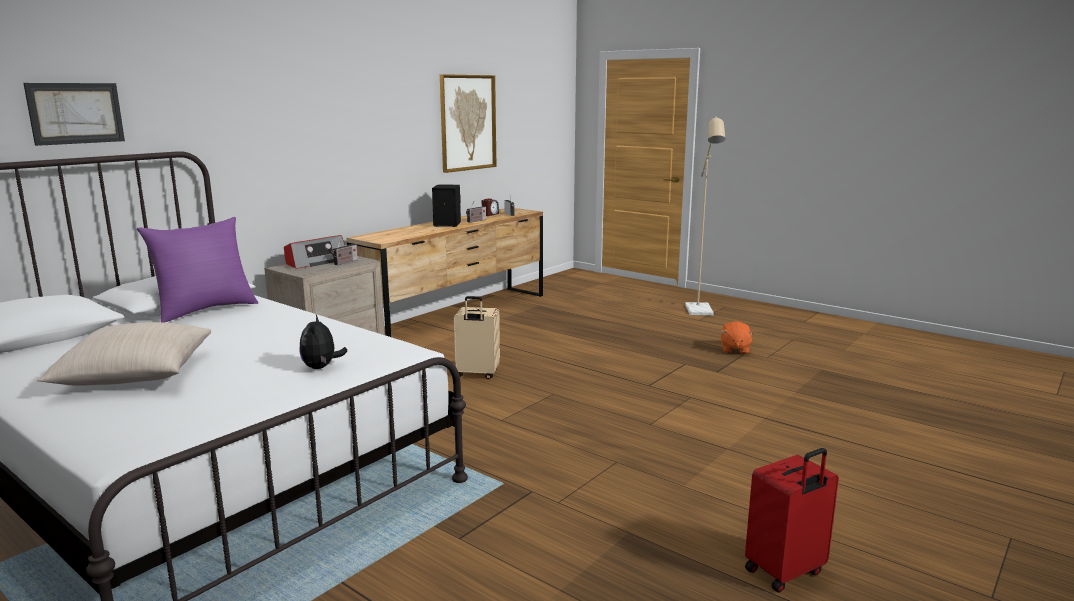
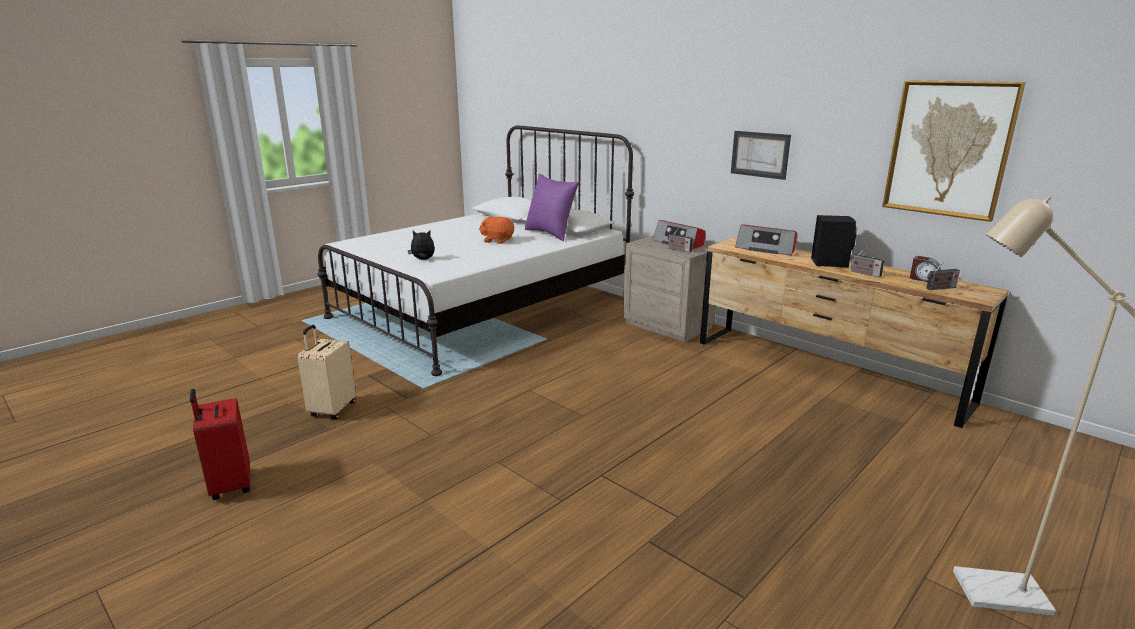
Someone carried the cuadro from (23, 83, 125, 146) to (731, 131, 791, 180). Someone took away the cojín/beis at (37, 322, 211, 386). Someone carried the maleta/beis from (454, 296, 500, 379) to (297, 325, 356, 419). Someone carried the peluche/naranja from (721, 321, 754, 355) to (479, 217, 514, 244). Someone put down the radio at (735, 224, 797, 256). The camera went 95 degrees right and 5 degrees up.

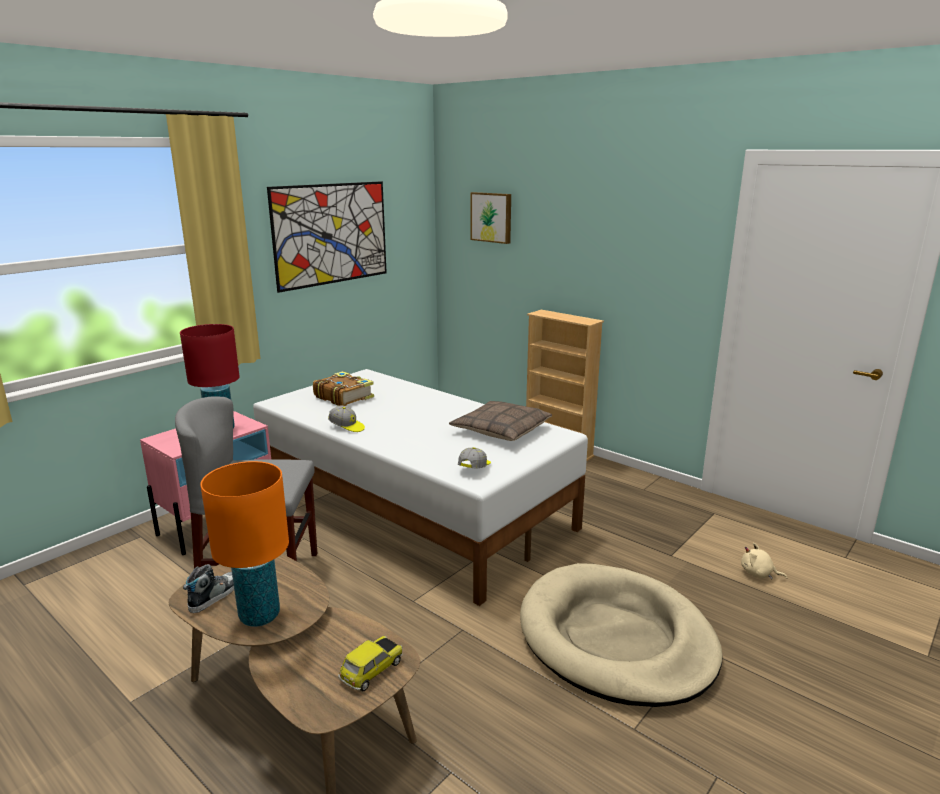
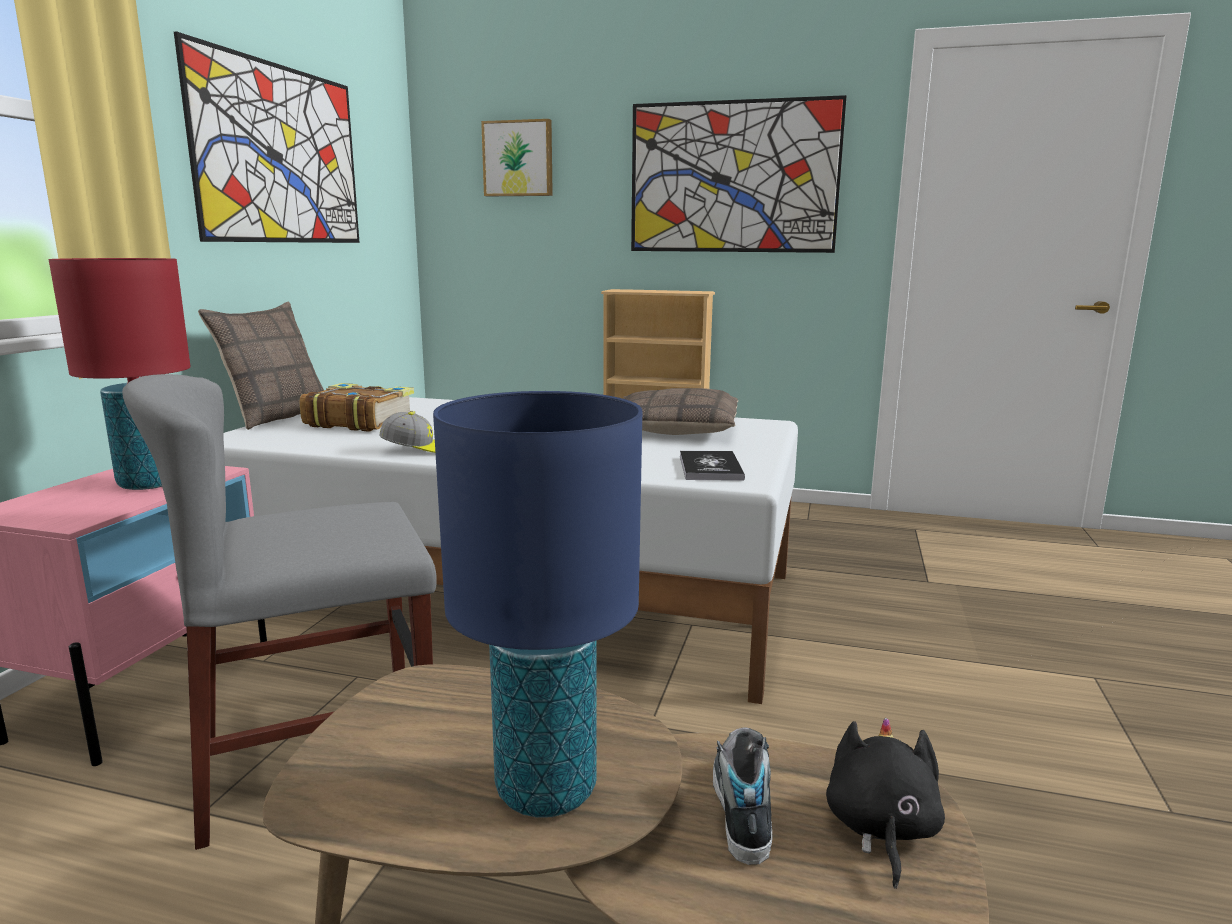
Someone carried the zapato from (183, 564, 234, 613) to (713, 727, 772, 865). Someone repainted the lámpara de mesa/naranja at (200, 461, 289, 627), which became the lámpara de mesa/azul at (433, 391, 642, 818). Someone swapped the coche de juguete at (338, 636, 403, 691) for the peluche/negro at (826, 718, 945, 889). Someone swapped the gorra at (458, 447, 491, 469) for the libro at (680, 451, 745, 481). Someone took away the cama para perro/beis at (520, 563, 723, 707). Someone took away the peluche/beis at (741, 543, 787, 580). Someone put down the cojín at (198, 302, 324, 430). Someone put up the cuadro at (631, 95, 847, 253). The camera went 25 degrees left and 5 degrees down.

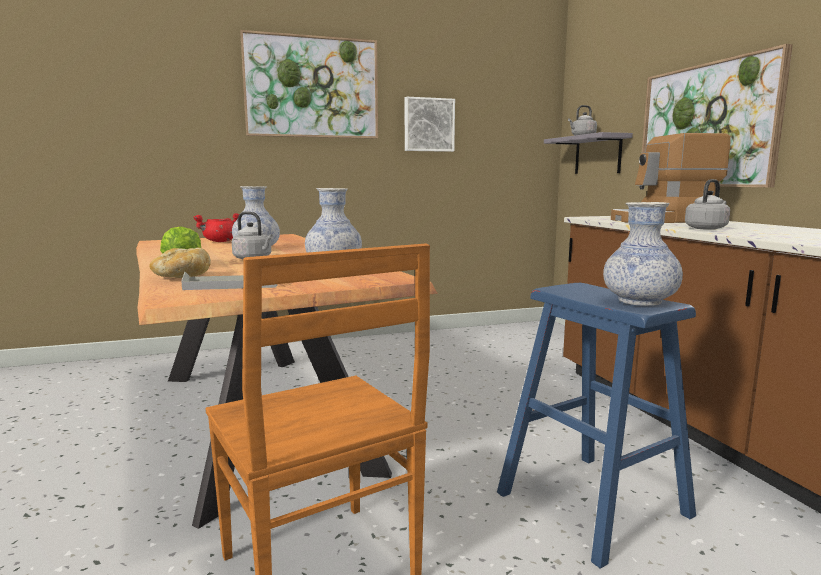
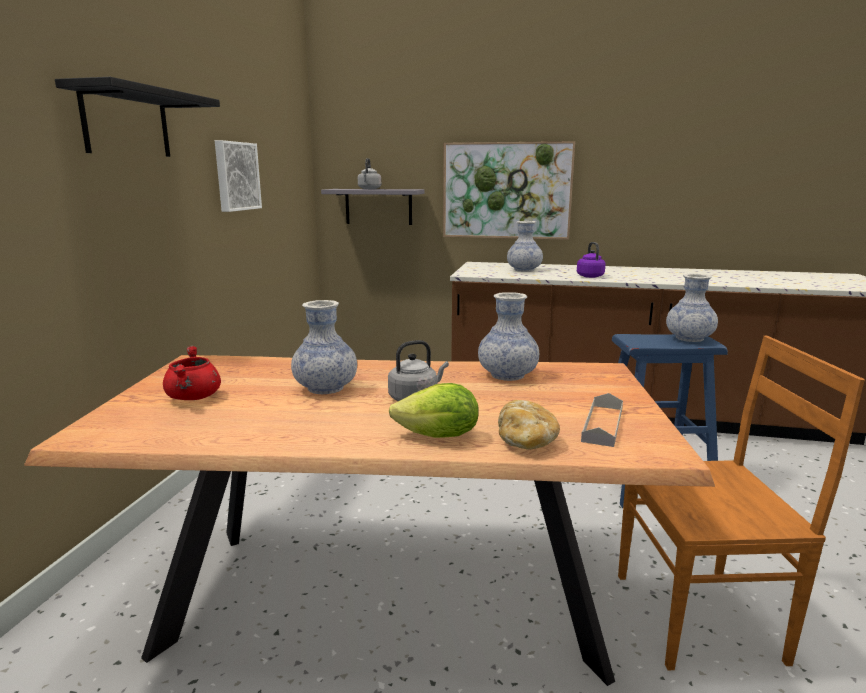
Someone swapped the cuadro at (240, 30, 378, 139) for the estante/negro at (55, 77, 220, 157). Someone swapped the cafetera at (611, 133, 731, 223) for the florero at (507, 221, 543, 272). Someone repainted the hervidor/gris at (685, 179, 730, 230), which became the hervidor/morado at (577, 242, 605, 278). The camera went 60 degrees left and 5 degrees up.

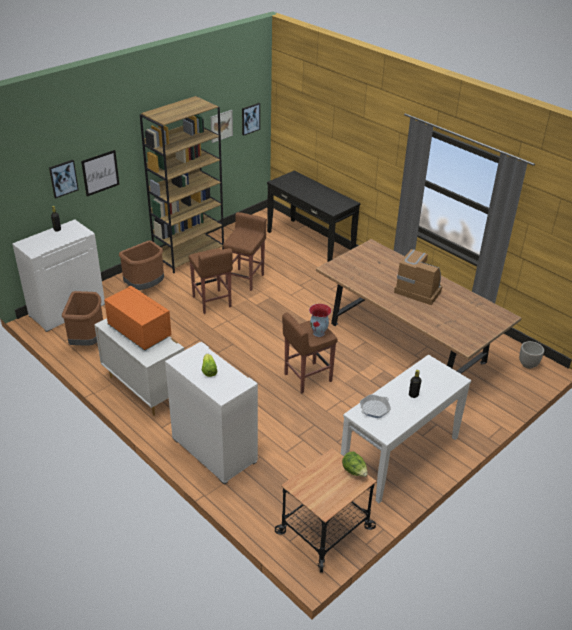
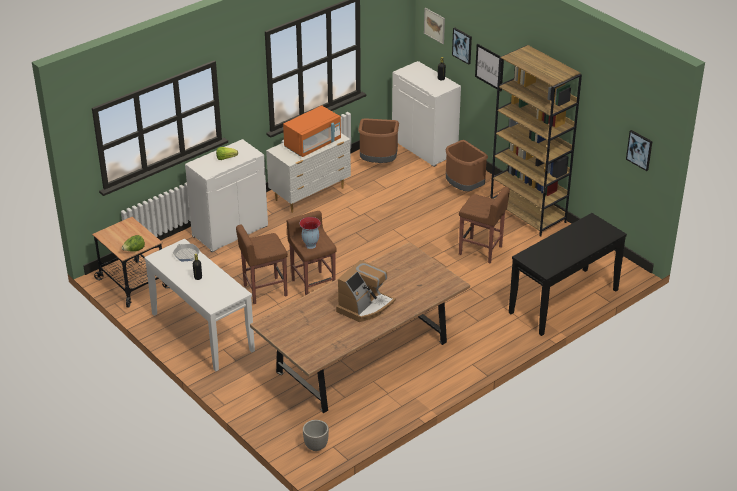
Someone carried the taburete/marrón from (189, 248, 233, 314) to (236, 225, 288, 304). Someone carried the cuadro from (211, 110, 233, 143) to (424, 8, 445, 44). The camera went 95 degrees right and 0 degrees up.

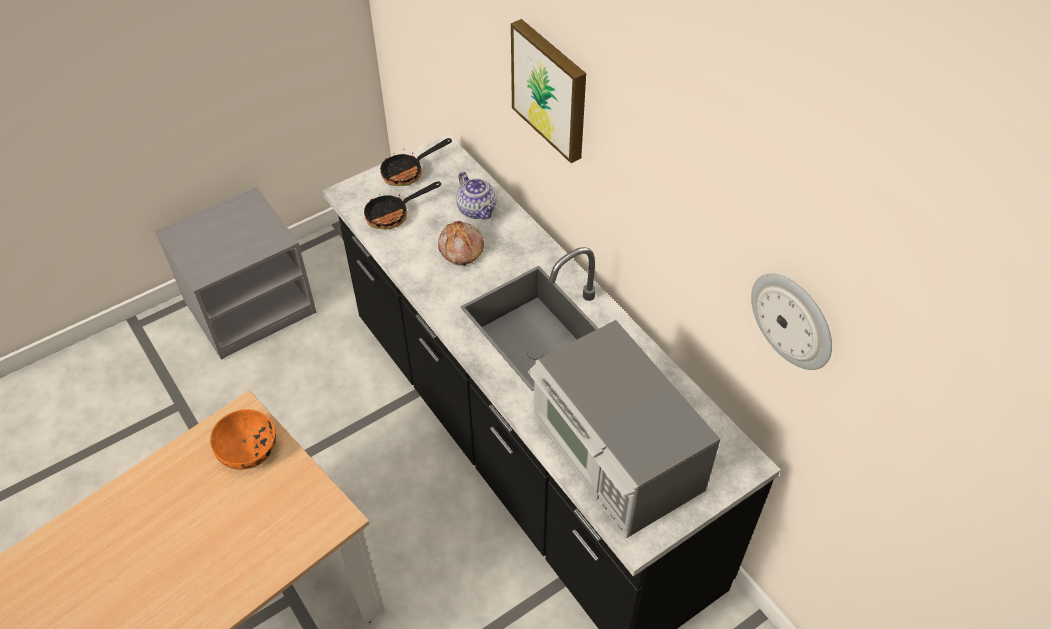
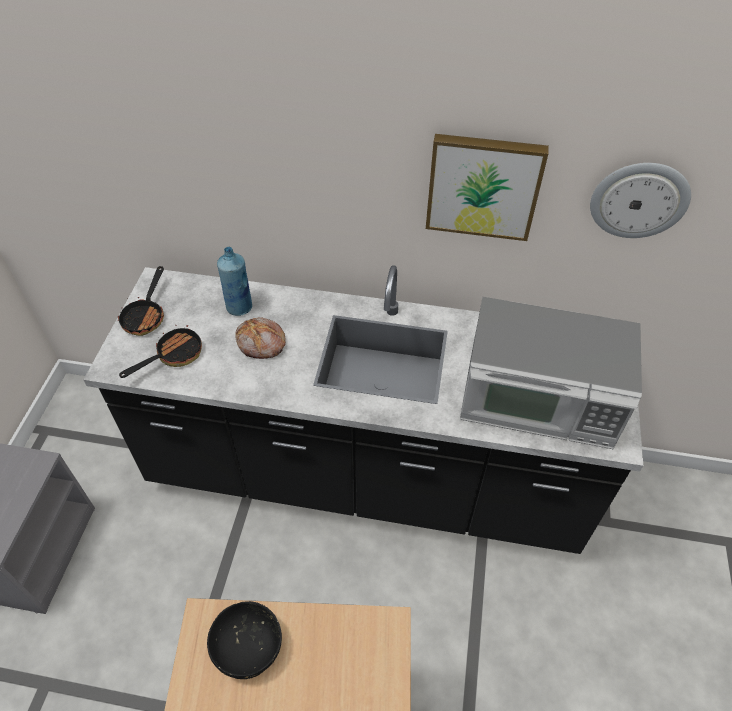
Someone repainted the cuenco/naranja at (210, 409, 276, 470), which became the cuenco/negro at (207, 601, 282, 679). Someone rotated the sartén at (364, 181, 441, 229) by 150 degrees counterclockwise. Someone swapped the tetera at (456, 172, 496, 219) for the botella/azul at (217, 247, 252, 316). Someone carried the cuadro from (511, 19, 586, 163) to (426, 134, 549, 241). The camera went 45 degrees left and 0 degrees up.

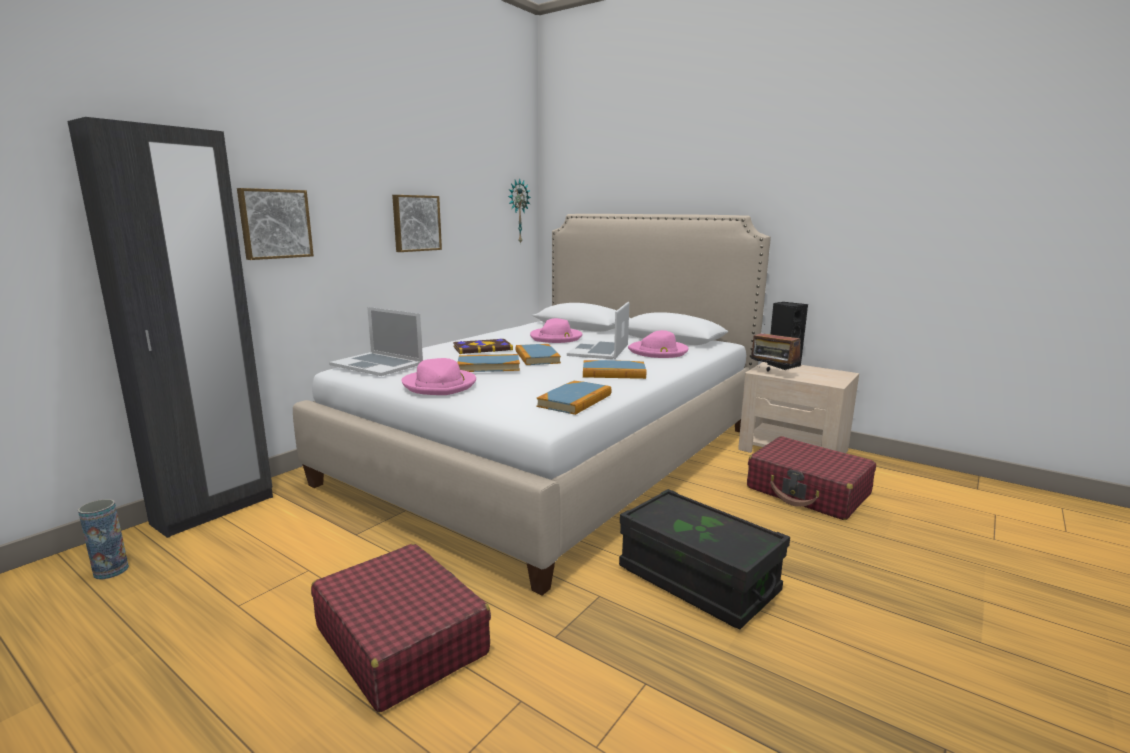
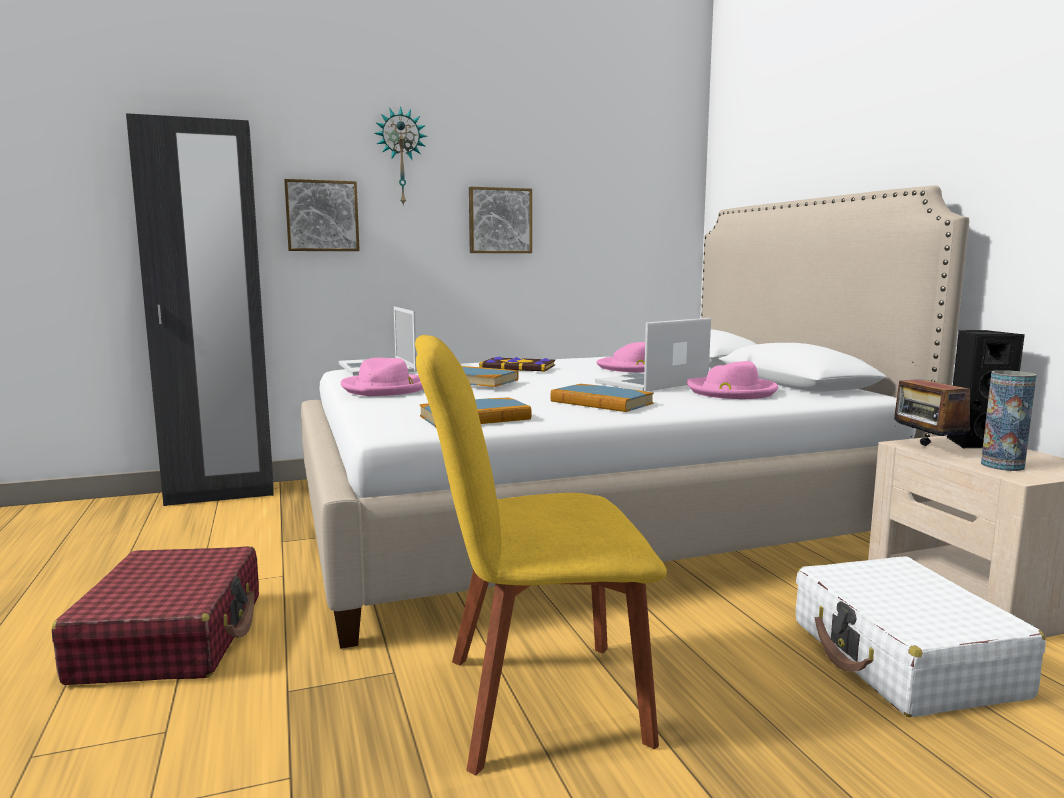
Someone carried the florero from (78, 499, 129, 579) to (981, 370, 1037, 471). Someone carried the reloj de pared from (508, 178, 531, 244) to (374, 106, 427, 207). Someone took away the libro at (516, 344, 561, 365). Someone swapped the caja de almacenaje/negro at (619, 489, 790, 630) for the silla/amarillo at (415, 335, 667, 776). Someone repainted the maleta/rojo at (747, 436, 876, 520), which became the maleta/blanco at (796, 556, 1046, 717). The camera went 35 degrees right and 5 degrees down.

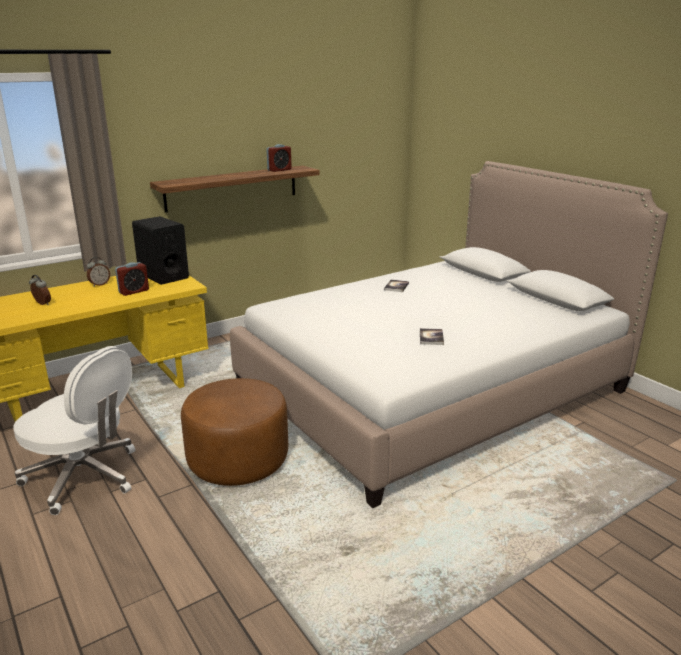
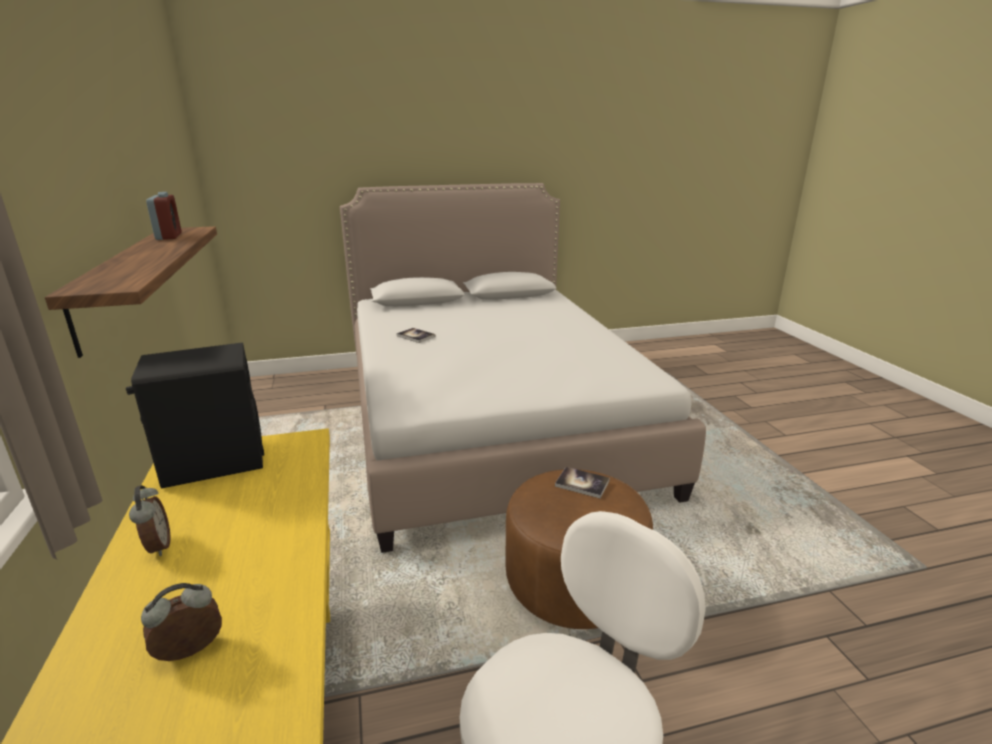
Someone took away the despertador at (115, 262, 149, 296). Someone carried the libro from (420, 328, 444, 345) to (555, 467, 610, 498). The camera went 70 degrees left and 0 degrees up.

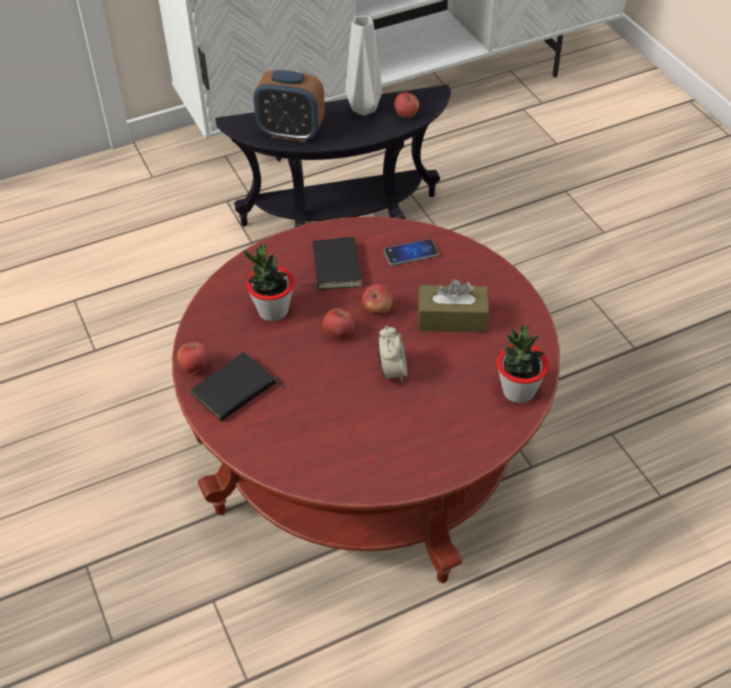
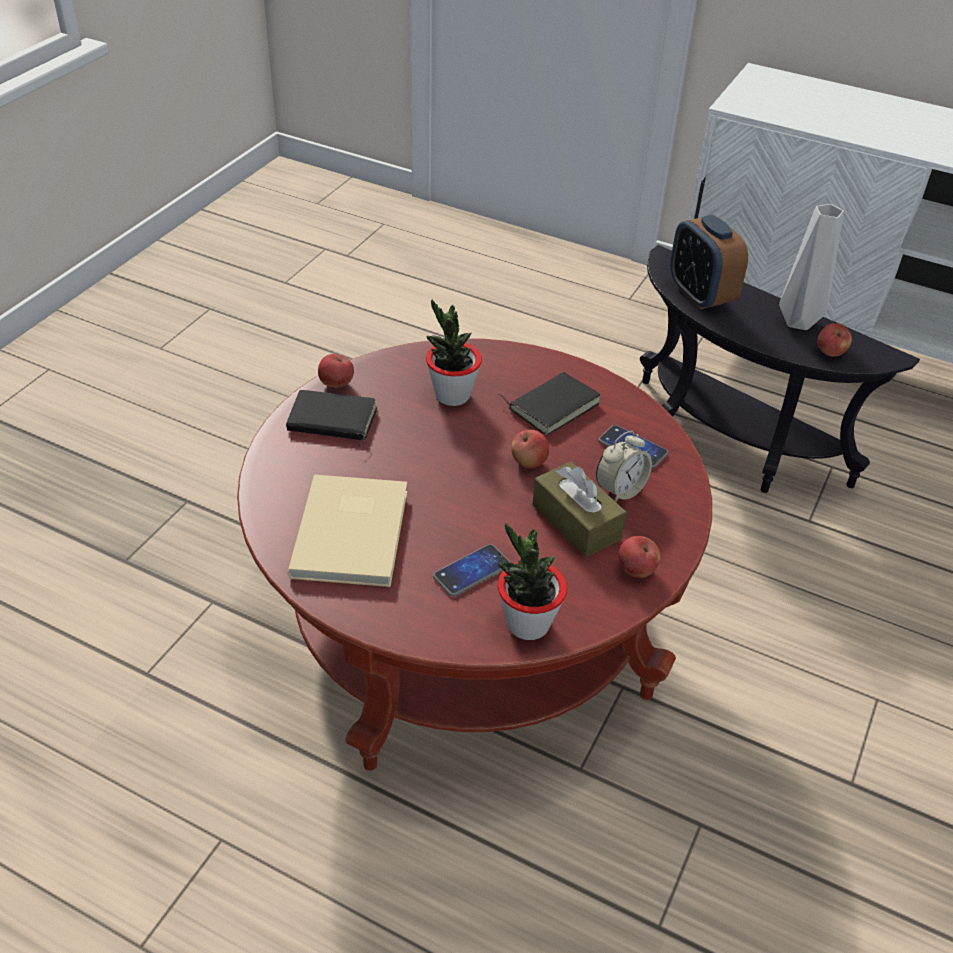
Someone carried the manzana from (323, 308, 355, 339) to (618, 536, 660, 578). Someone carried the despertador from (378, 326, 407, 382) to (596, 431, 652, 502). Someone put down the libro/beis at (287, 475, 407, 587). Someone put down the móvil at (433, 544, 510, 597). The camera went 50 degrees right and 5 degrees down.

